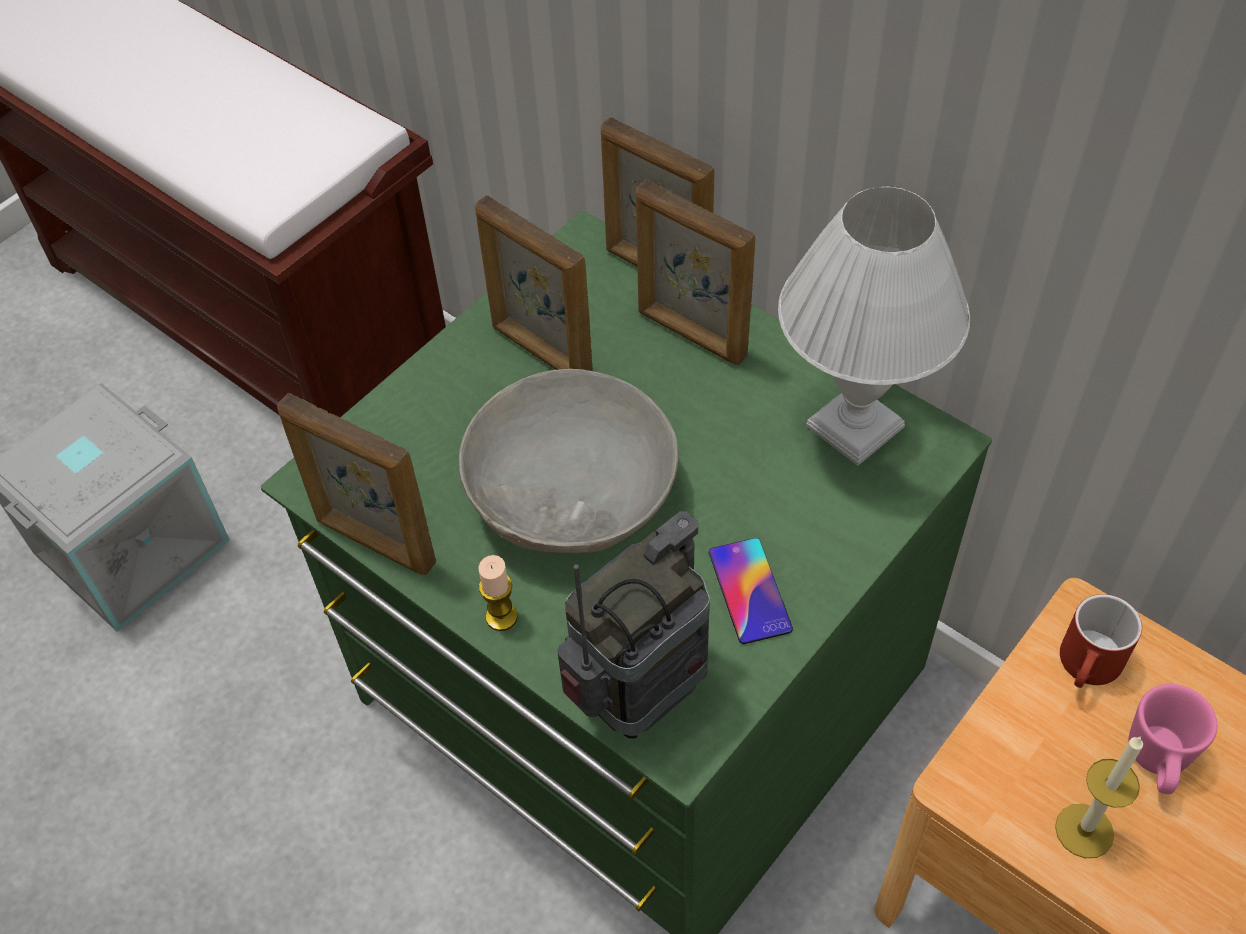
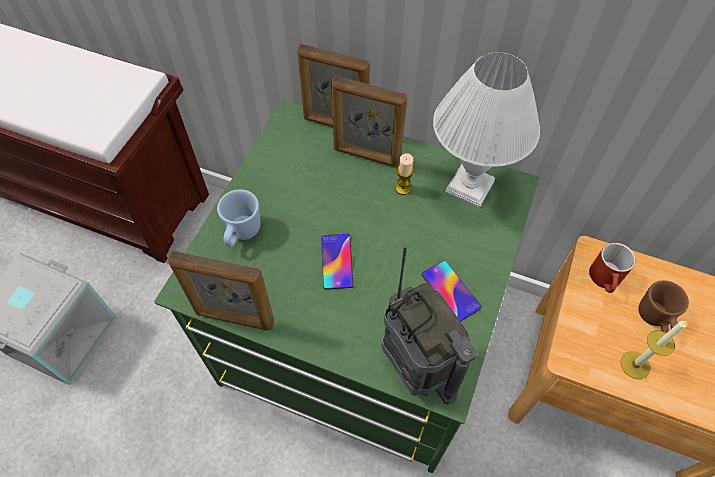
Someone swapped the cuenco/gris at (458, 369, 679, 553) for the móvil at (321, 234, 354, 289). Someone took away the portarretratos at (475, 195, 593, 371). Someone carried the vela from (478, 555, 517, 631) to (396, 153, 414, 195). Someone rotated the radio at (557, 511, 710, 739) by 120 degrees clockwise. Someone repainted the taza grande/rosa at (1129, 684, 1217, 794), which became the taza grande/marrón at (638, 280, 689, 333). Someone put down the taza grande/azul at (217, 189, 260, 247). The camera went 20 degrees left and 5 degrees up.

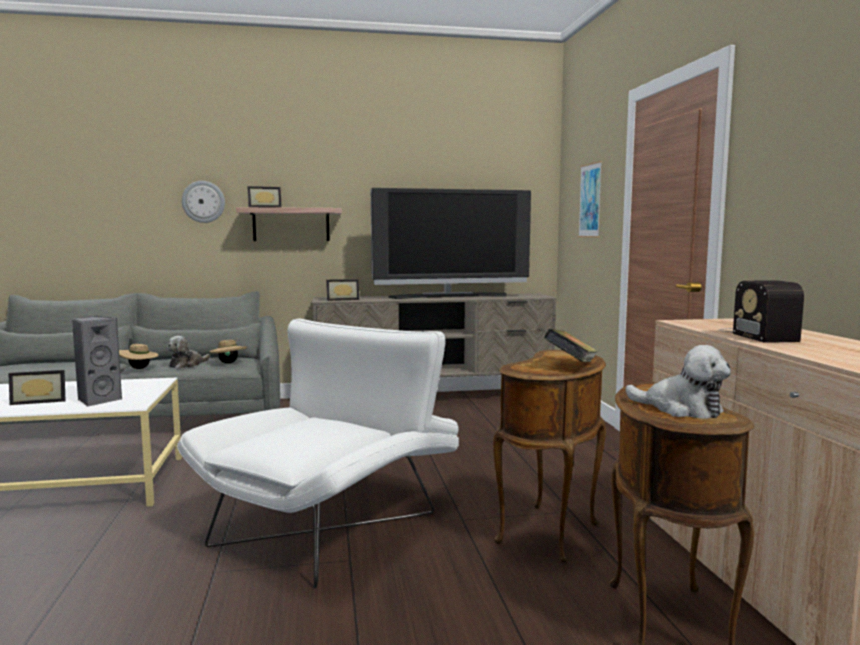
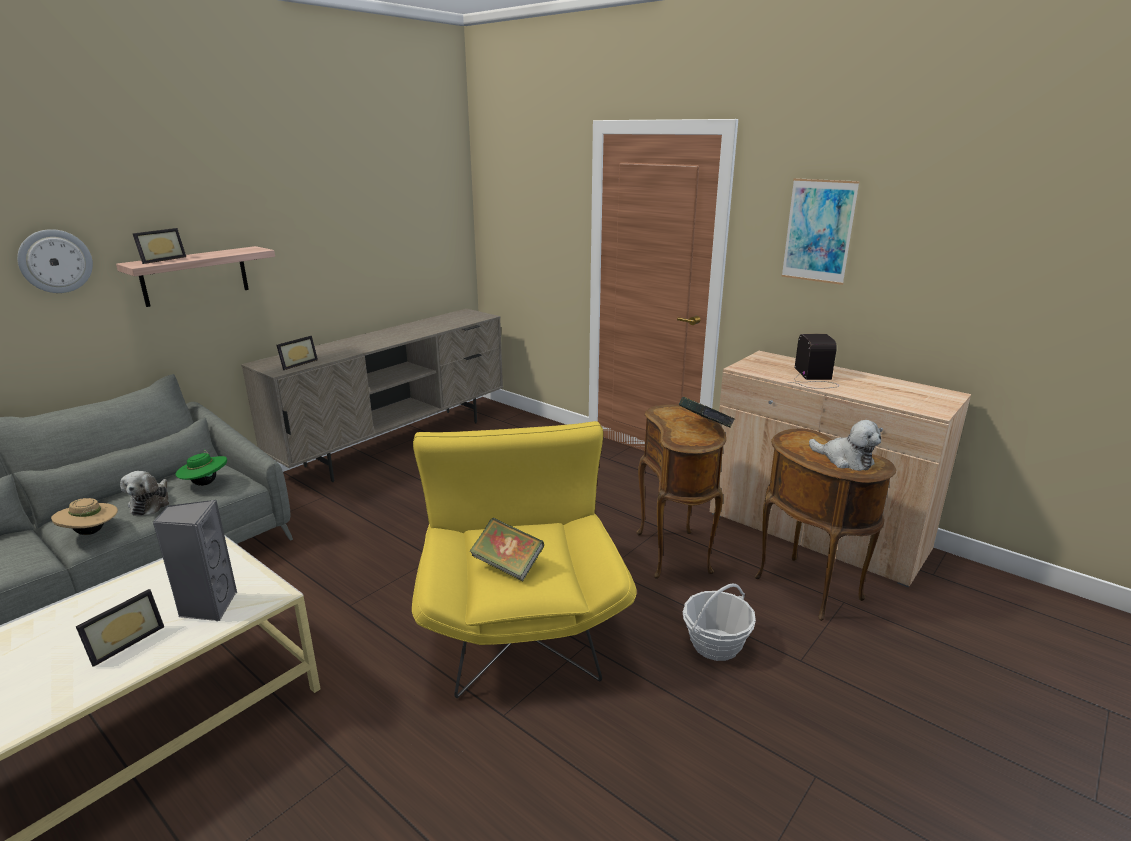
Someone repainted the sillón/blanco at (177, 318, 459, 588), which became the sillón/amarillo at (412, 421, 637, 698). Someone repainted the sombrero/beis at (209, 340, 247, 364), which became the sombrero/verde at (176, 449, 227, 486). Someone took away the televisor at (371, 188, 531, 299). Someone carried the cuadro from (578, 161, 602, 237) to (781, 178, 860, 285). Someone rotated the peluche at (625, 345, 731, 419) by 45 degrees clockwise. Someone rotated the radio at (719, 280, 804, 343) by 135 degrees counterclockwise. Someone put down the libro at (469, 518, 544, 581). Someone put down the cesta at (683, 583, 756, 661). The camera went 40 degrees left and 15 degrees up.

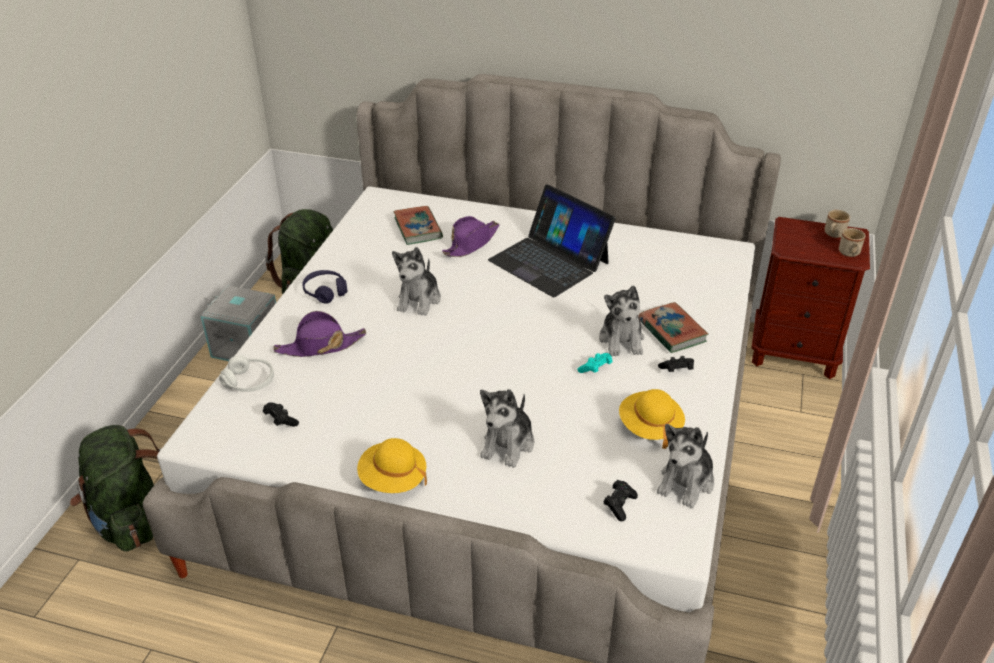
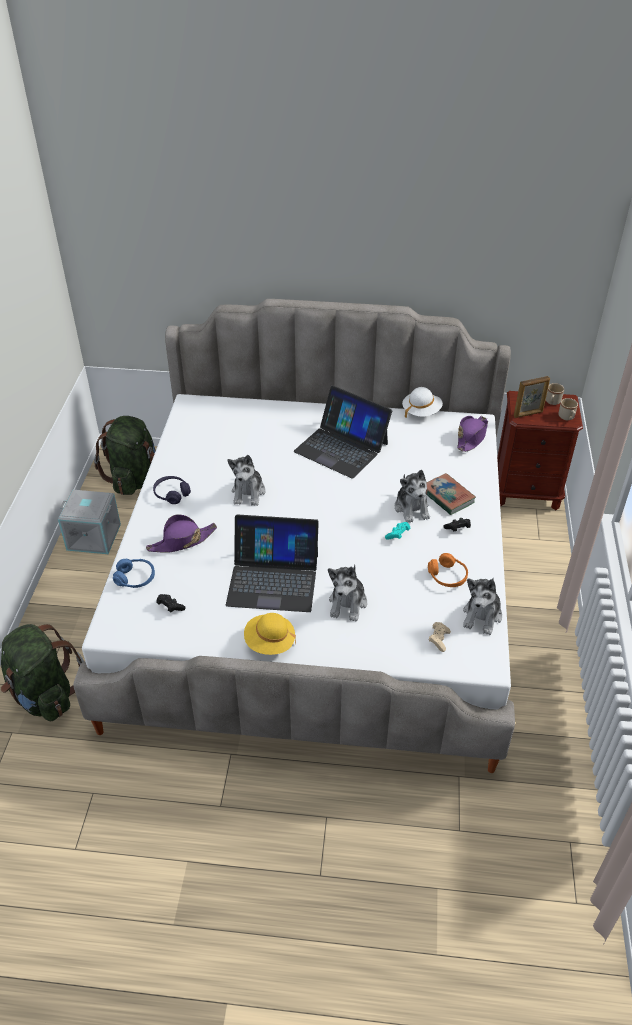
Someone repainted the auriculares/blanco at (219, 355, 274, 392), which became the auriculares/azul at (113, 559, 155, 588). Someone took away the libro at (393, 206, 443, 245). Someone carried the sombrero/morado from (442, 216, 500, 257) to (457, 416, 488, 452). Someone repainted the mando de consola/negro at (604, 480, 638, 521), which became the mando de consola/beis at (429, 622, 451, 652). Someone swapped the sombrero/amarillo at (619, 389, 685, 449) for the auriculares/naranja at (428, 553, 468, 587). Someone put down the portátil at (226, 514, 319, 612). Someone put down the sombrero/blanco at (402, 387, 443, 418). Someone put down the portarretratos at (514, 376, 550, 418). The camera went 10 degrees left and 5 degrees up.

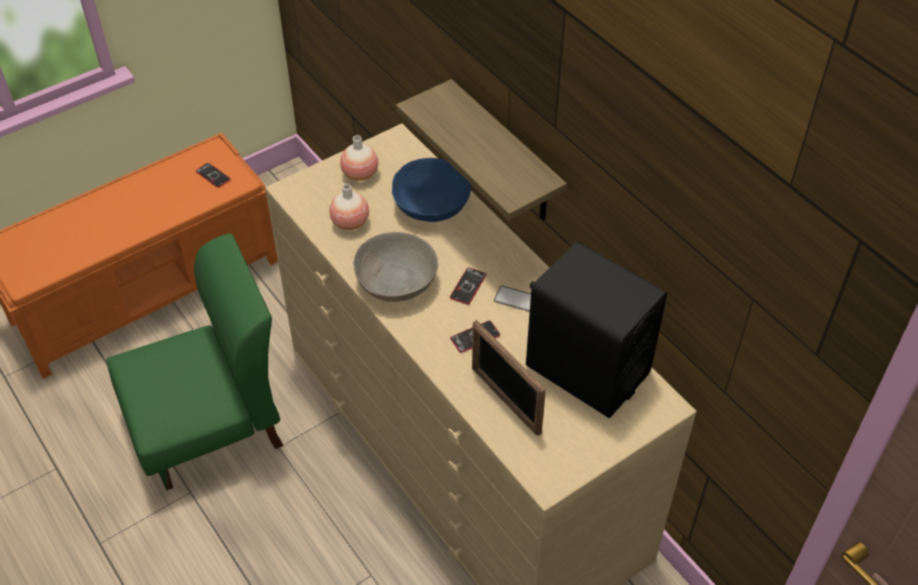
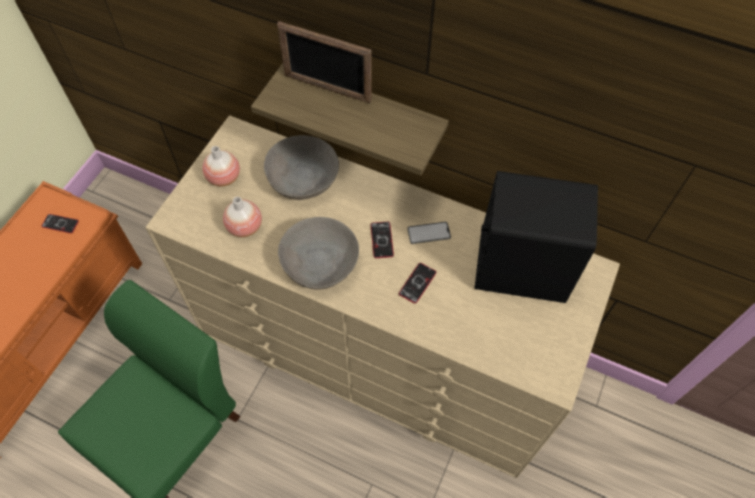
Someone repainted the cuenco/azul at (392, 158, 471, 222), which became the cuenco/gris at (264, 135, 339, 200). Someone carried the portarretratos from (472, 320, 546, 436) to (277, 21, 372, 103). The camera went 30 degrees left and 10 degrees up.

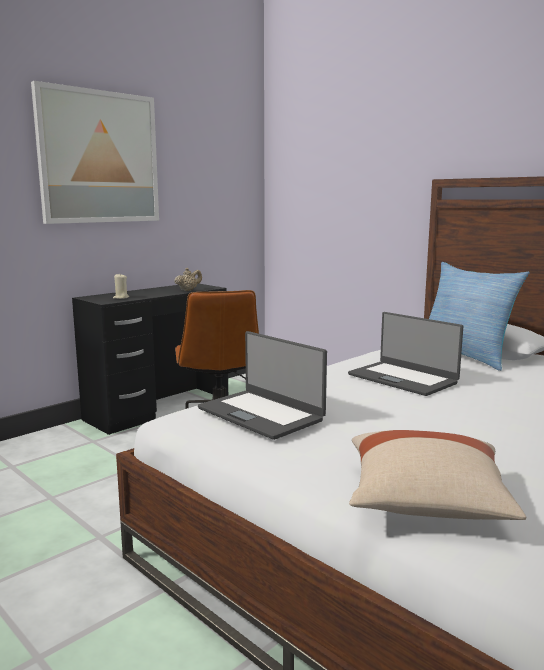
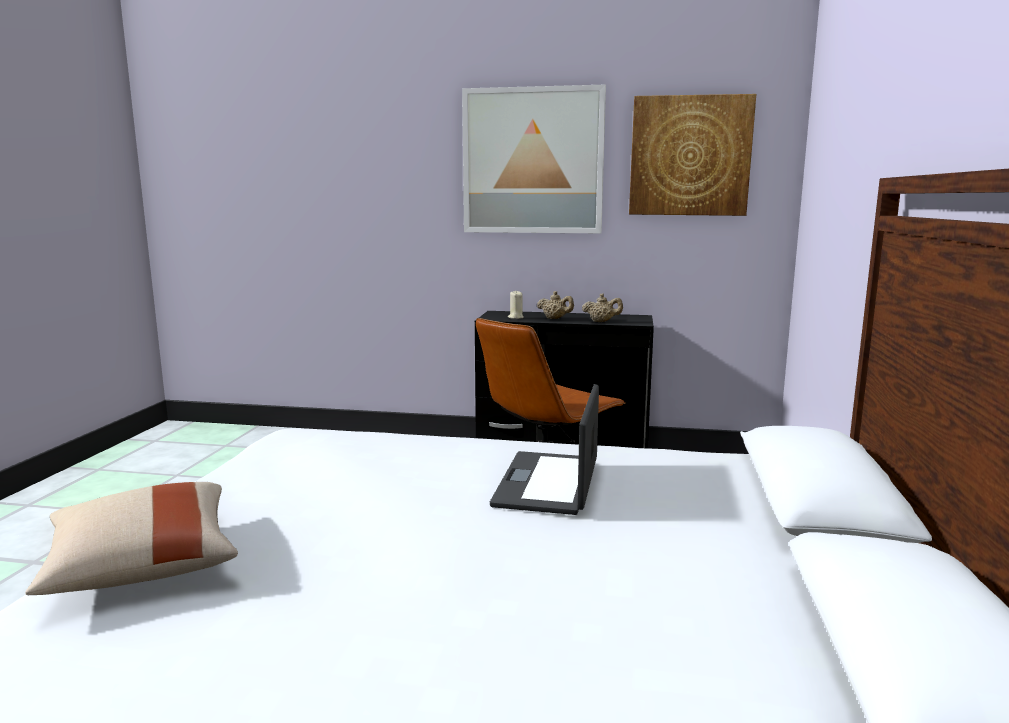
Someone took away the portátil at (198, 331, 327, 440). Someone took away the cojín at (429, 262, 530, 371). Someone put down the tetera/beis at (537, 291, 574, 319). Someone put up the cuadro at (629, 94, 756, 216). The camera went 55 degrees right and 0 degrees up.

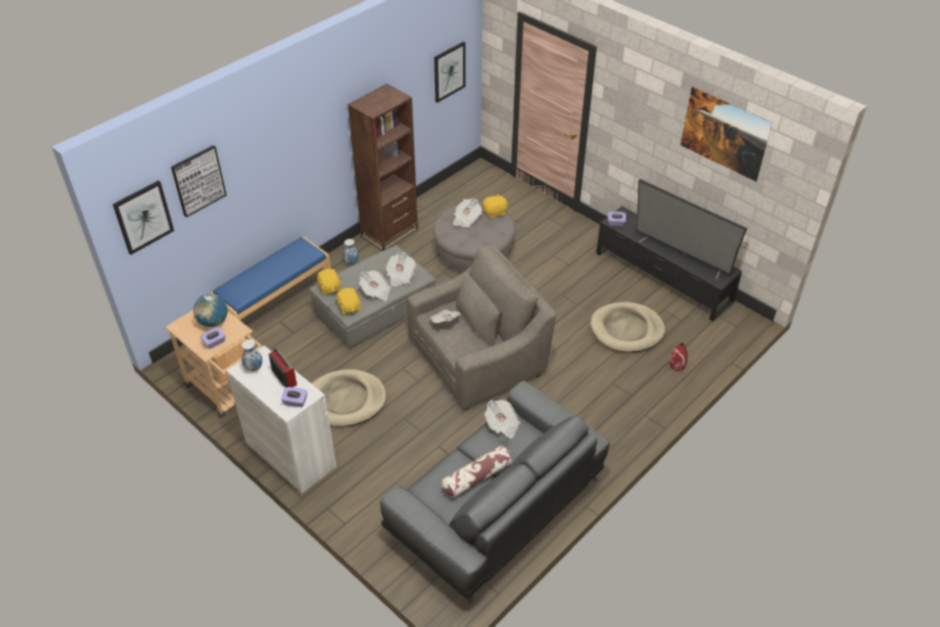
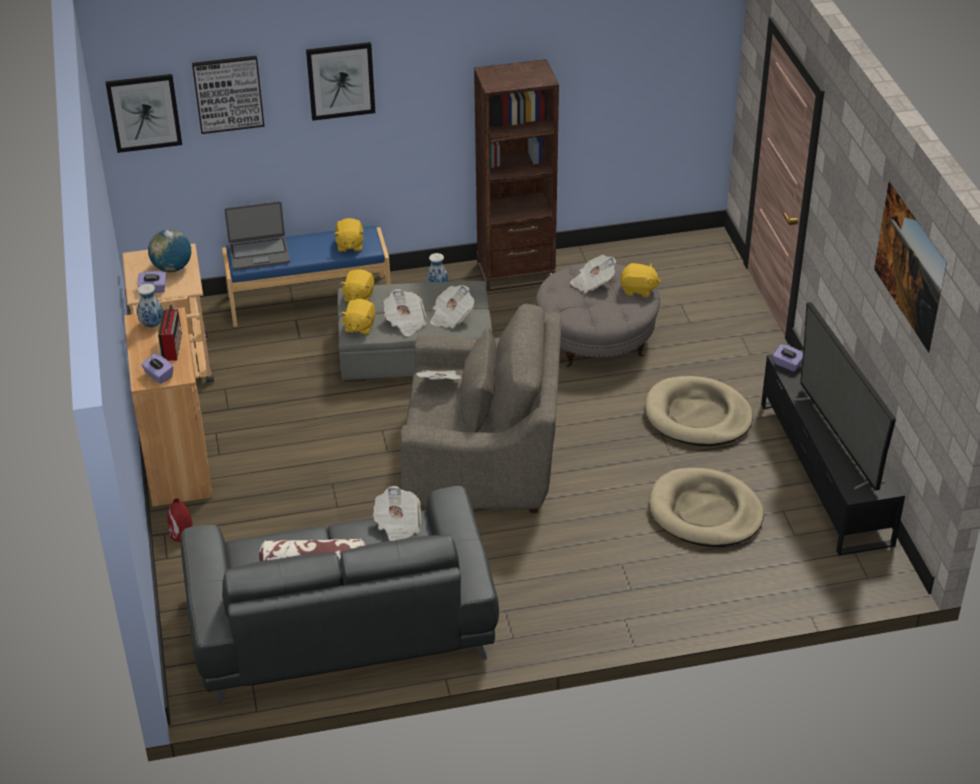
Someone repainted the armario/blanco at (227, 346, 337, 493), which became the armario/marrón at (124, 307, 213, 506). Someone carried the cama para perro/beis from (311, 369, 387, 427) to (645, 376, 753, 446). Someone carried the cuadro from (434, 41, 466, 103) to (306, 42, 375, 121). Someone carried the florero/rojo from (670, 343, 688, 371) to (167, 498, 193, 542). Someone put down the portátil at (224, 201, 290, 270). Someone put down the peluche/amarillo at (333, 218, 364, 252). The camera went 35 degrees right and 5 degrees down.

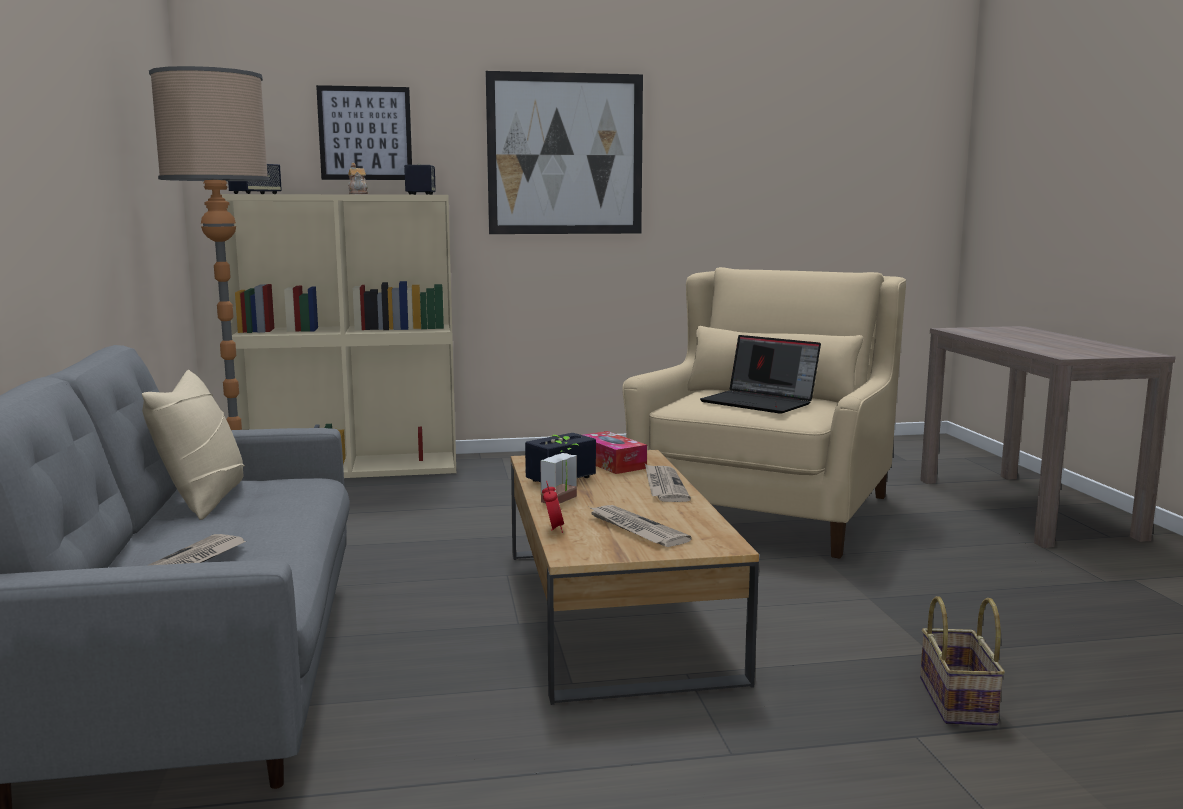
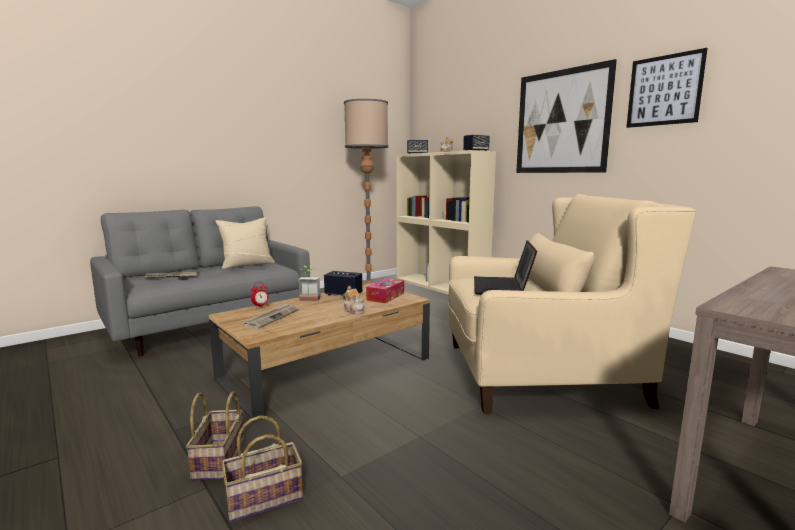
Someone carried the cuadro from (316, 85, 412, 180) to (626, 48, 708, 128). Someone swapped the periódico at (645, 464, 691, 502) for the tetera at (343, 286, 365, 315). Someone put down the cesta at (186, 391, 244, 480). The camera went 60 degrees right and 0 degrees up.

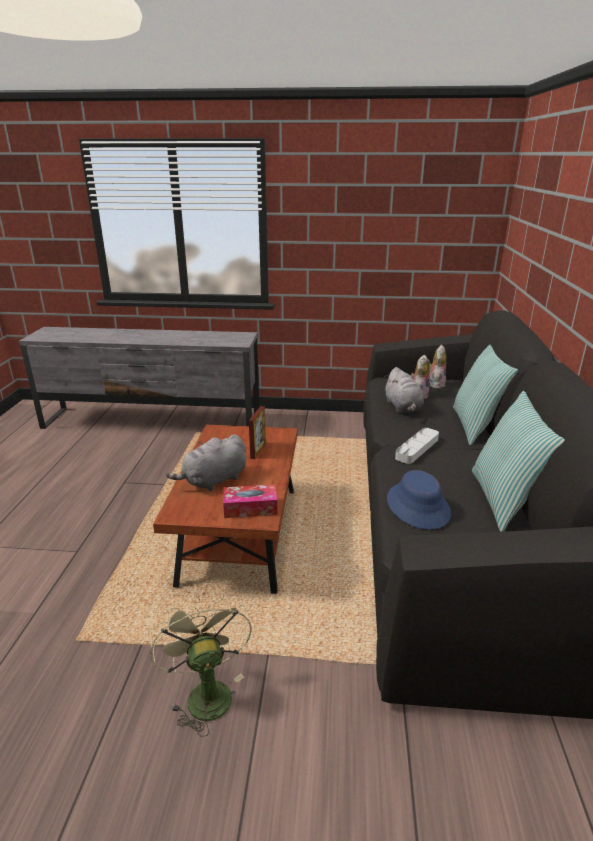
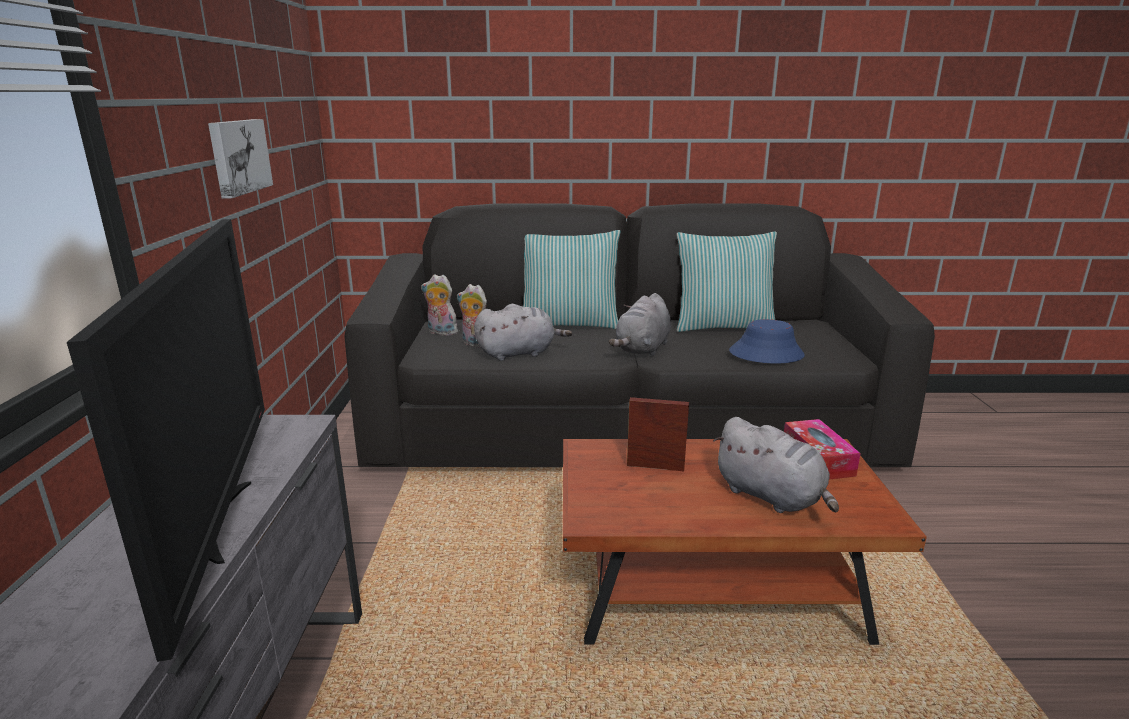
Someone took away the ventilador/beis at (150, 595, 252, 737). Someone swapped the bandeja/gris at (395, 428, 439, 464) for the peluche/gris at (609, 293, 671, 356). Someone put down the televisor at (67, 219, 265, 662). Someone put up the cuadro at (208, 119, 273, 198). The camera went 95 degrees left and 5 degrees down.

